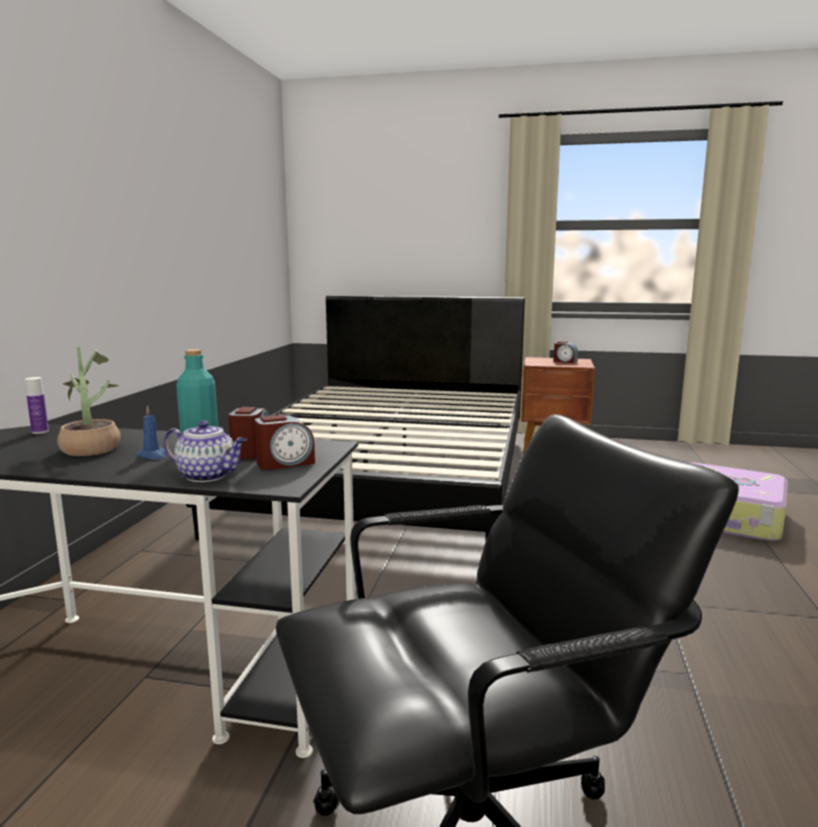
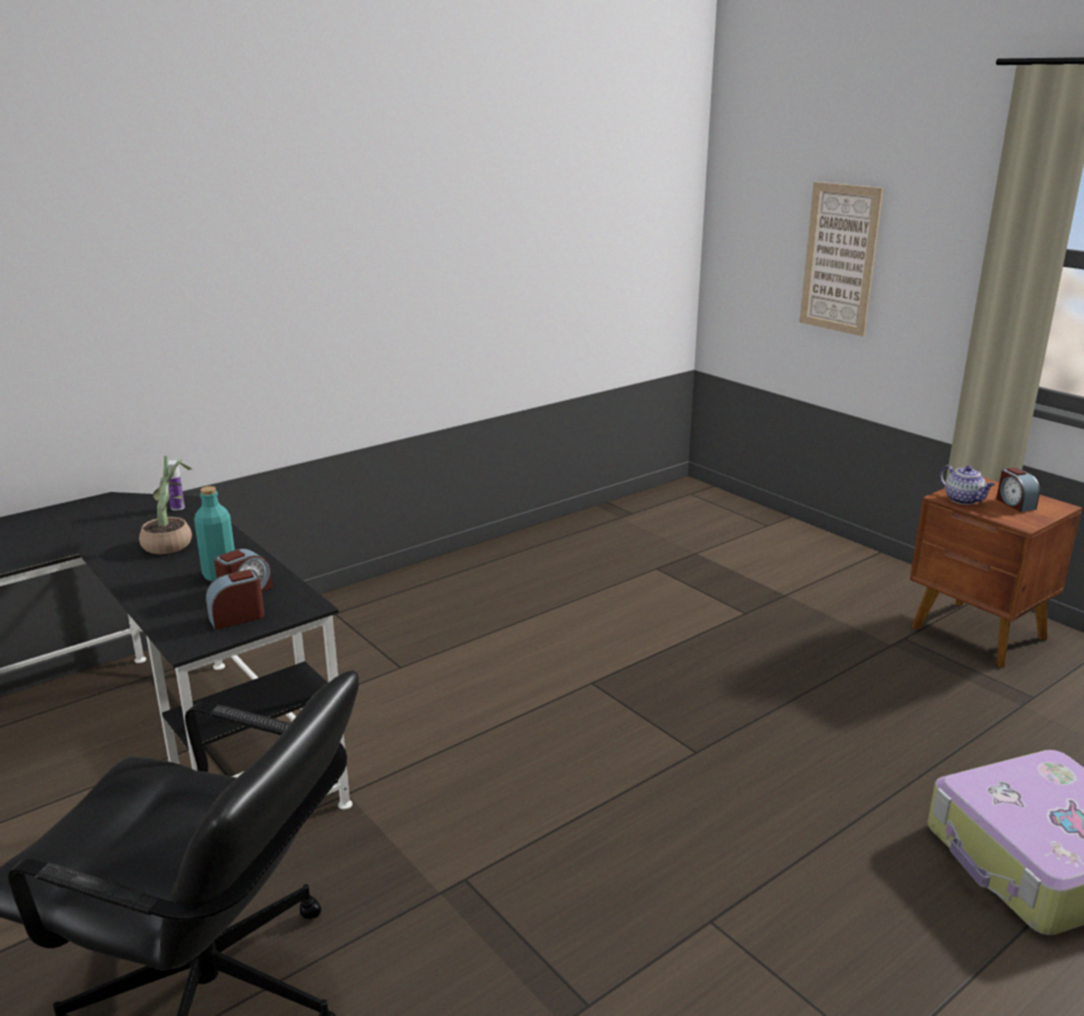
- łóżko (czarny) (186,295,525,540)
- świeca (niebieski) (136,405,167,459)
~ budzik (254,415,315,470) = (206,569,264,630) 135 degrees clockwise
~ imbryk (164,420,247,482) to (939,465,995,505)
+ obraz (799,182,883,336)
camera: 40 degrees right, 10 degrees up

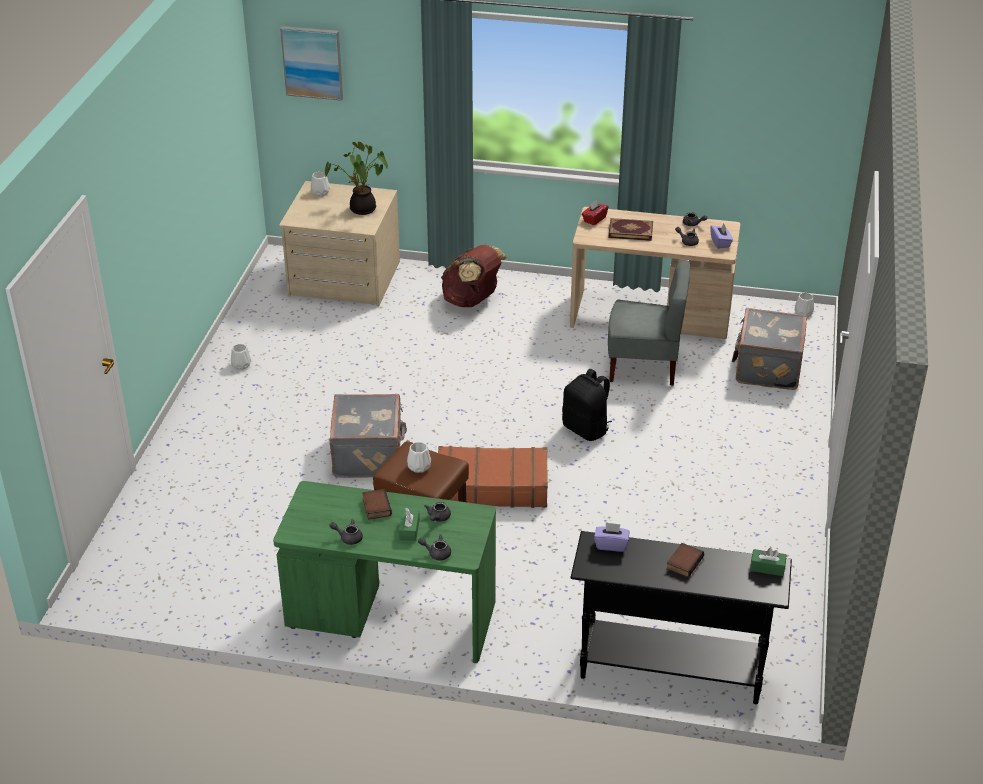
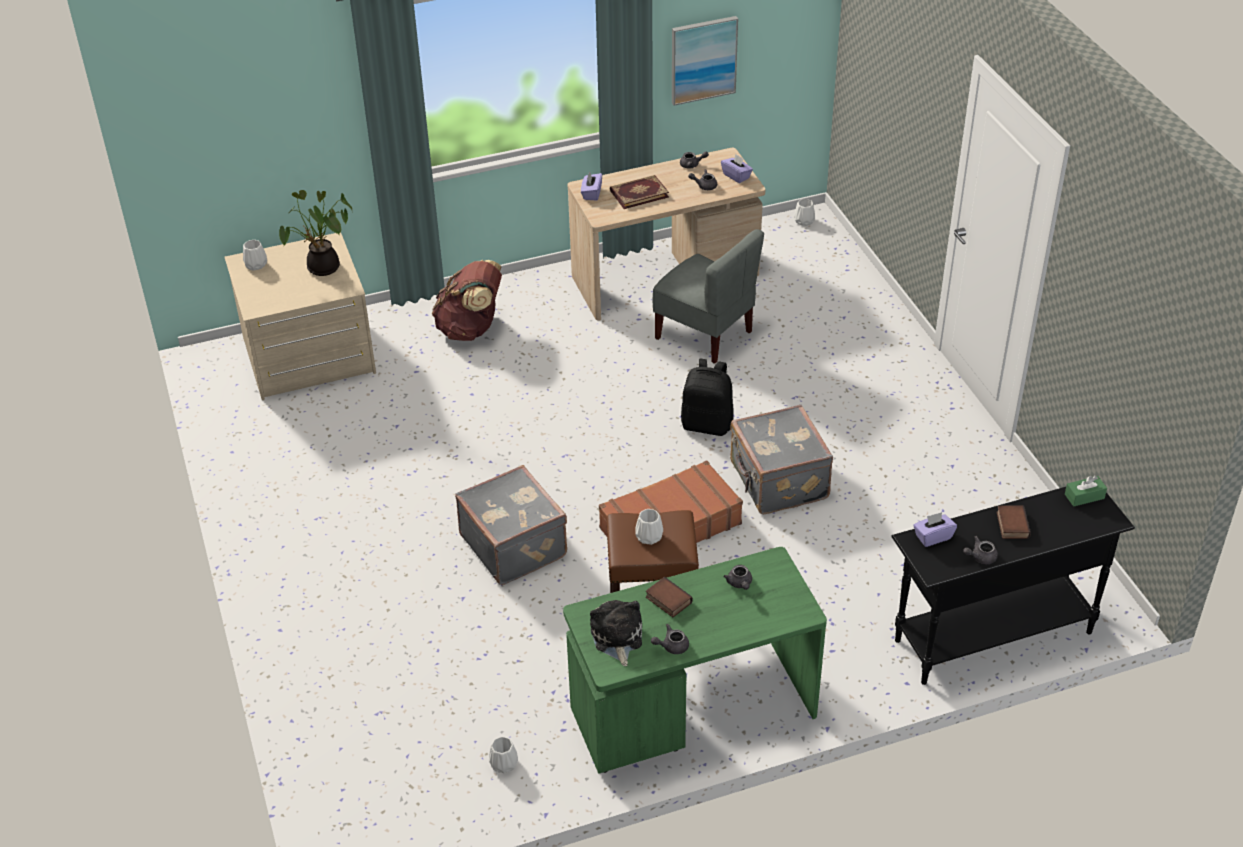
~ obraz (280,26,343,101) to (672,16,738,106)
~ pudełko chusteczek (czerwony) (582,200,609,225) to pudełko chusteczek (fioletowy) (581,171,602,201)
~ krzesło (szary) (608,260,690,386) = (653,229,764,364) 60 degrees clockwise
~ walizka (szary) (732,308,807,390) to (730,405,833,514)
~ wazon (biały) (231,344,251,370) to (489,737,518,774)
- pudełko chusteczek (zielony) (399,508,420,541)
~ imbryk (szary) (418,534,451,560) to (963,536,998,564)
+ pluszak (590,600,642,666)
camera: 30 degrees left, 5 degrees up

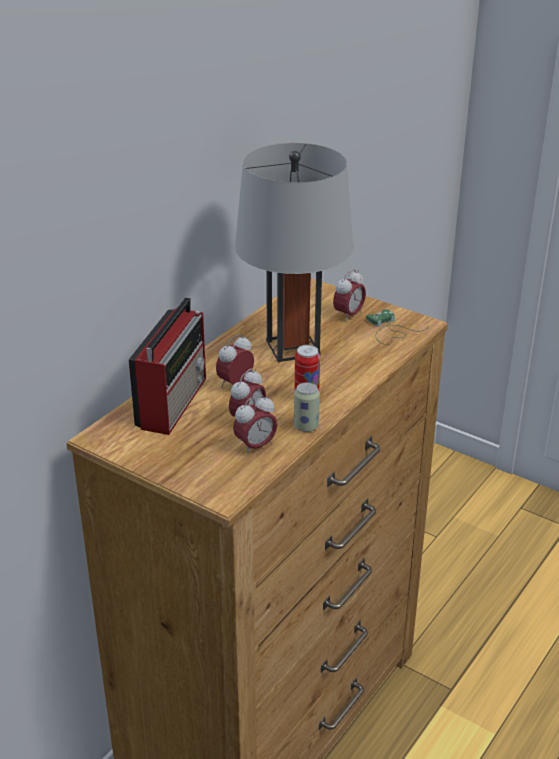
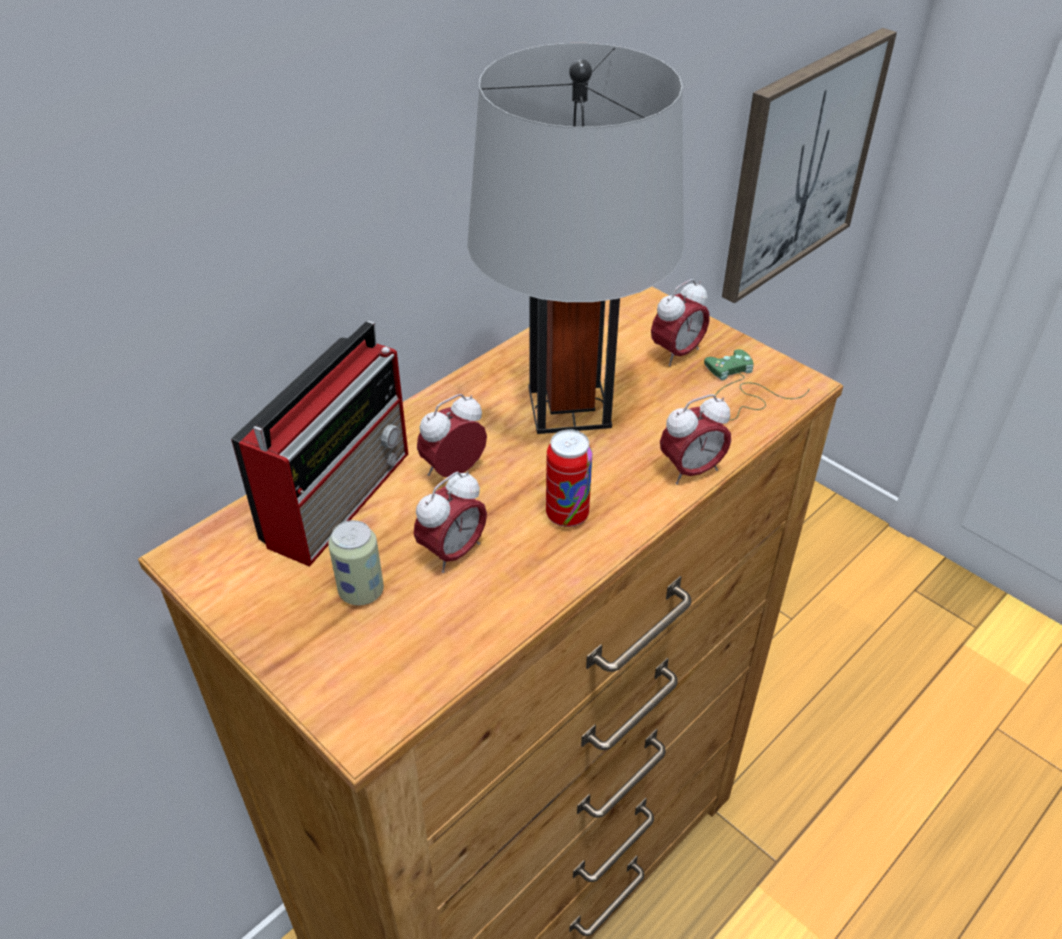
~ puszka (294,382,320,432) to (328,520,384,606)
~ budzik (233,395,278,455) to (660,394,731,485)
+ obraz (722,28,897,303)
camera: 10 degrees right, 10 degrees up

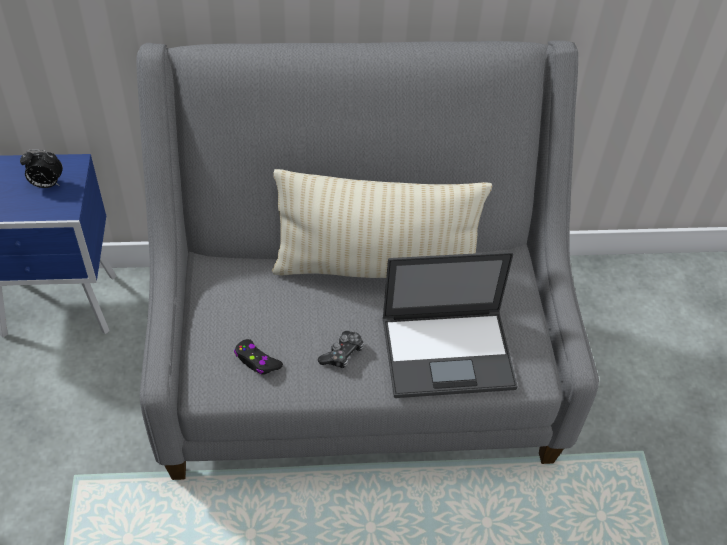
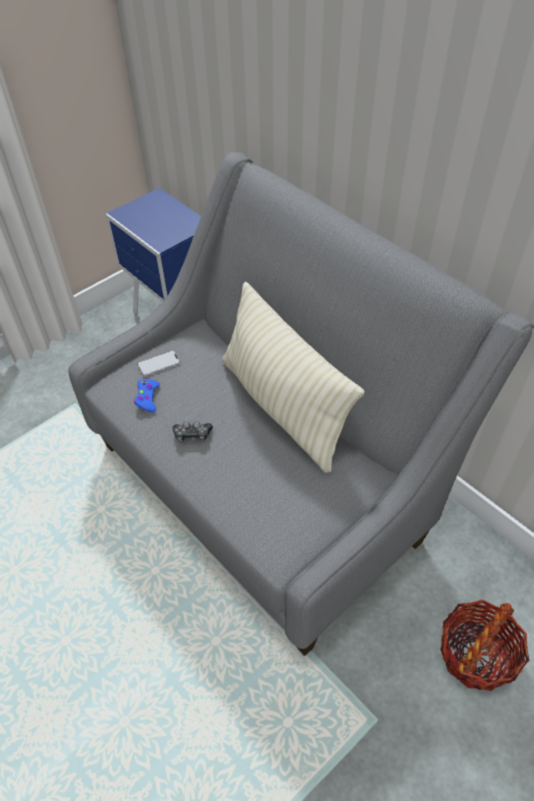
- budzik (20,150,63,188)
- laptop (382,251,518,398)
~ pad do gier (czarny) (234,339,283,375) to pad do gier (niebieski) (134,379,160,413)
+ telefon (137,351,180,377)
+ koszyk (440,600,529,691)
camera: 55 degrees right, 0 degrees up

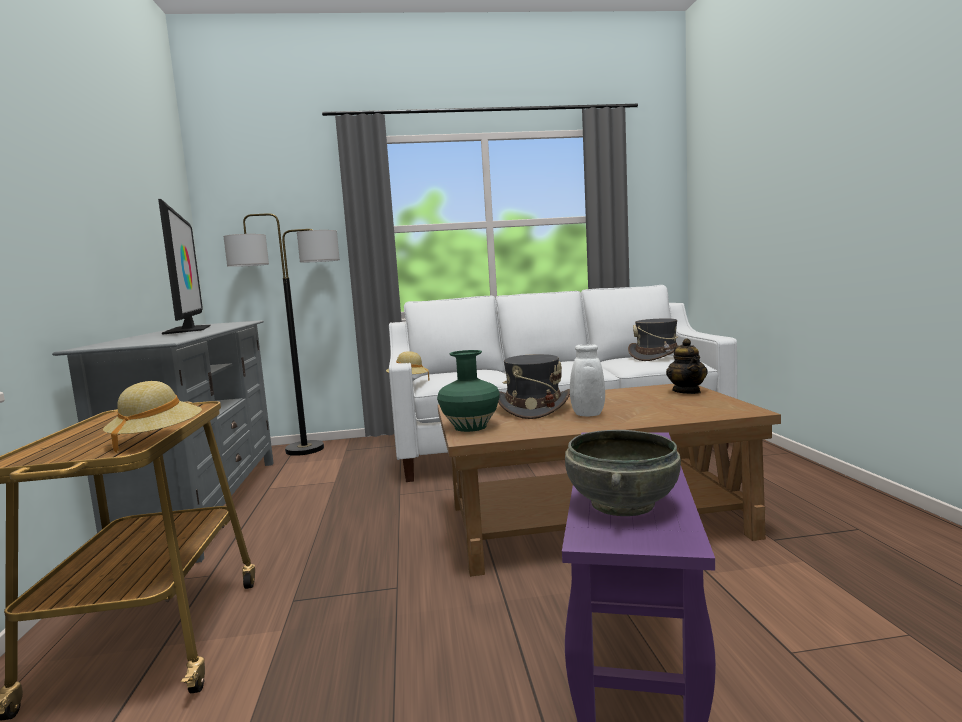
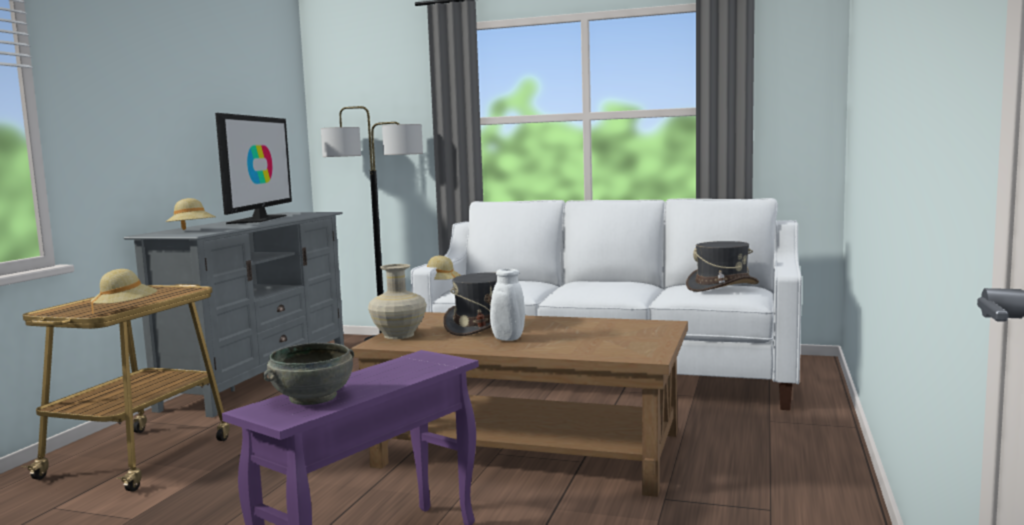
- imbryk (666,338,708,394)
~ wazon (zielony) (437,350,500,432) to wazon (beżowy) (368,264,427,339)
+ kapelusz (beżowy) (165,198,215,230)
camera: 25 degrees right, 0 degrees up

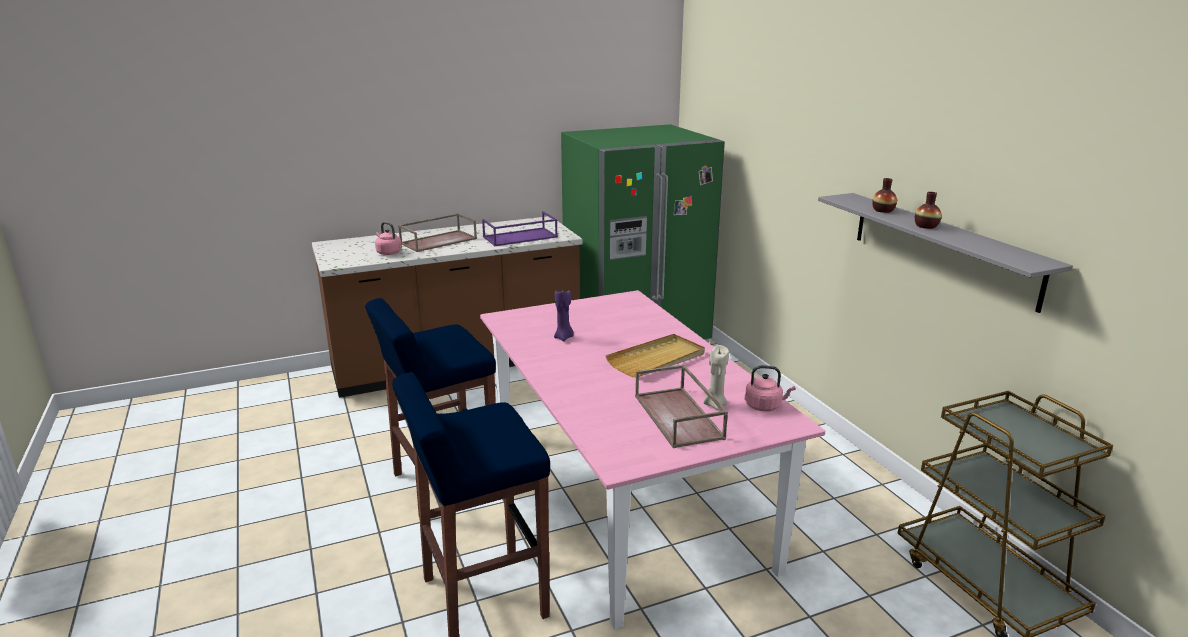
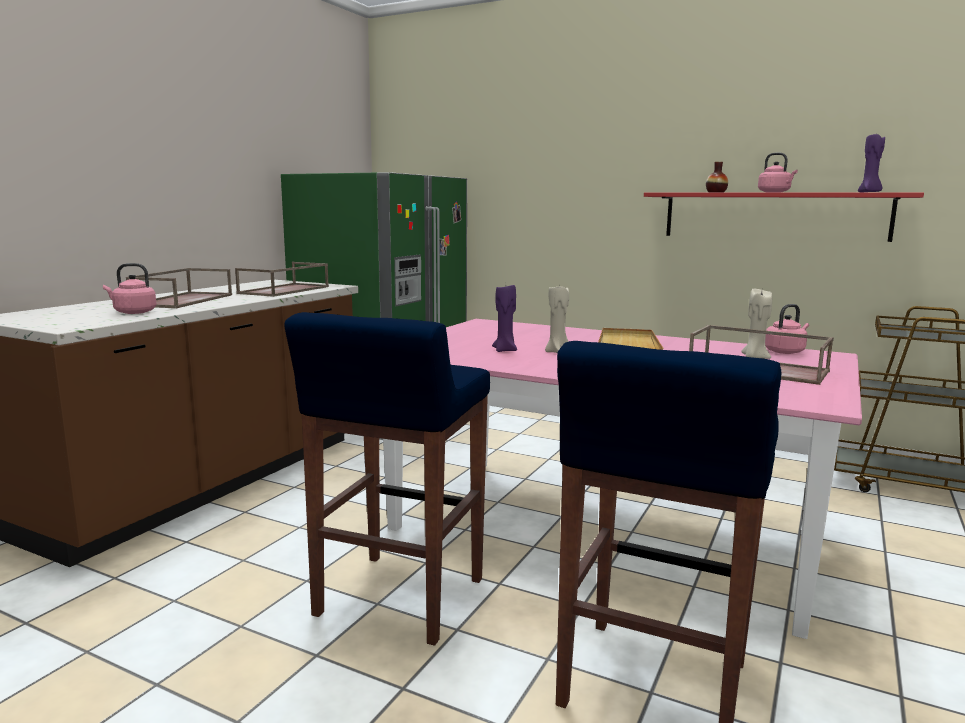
~ wazon (915,192,942,229) to czajnik (różowy) (758,153,798,193)
~ półka (szary) (818,193,1073,313) to półka (czerwony) (644,192,924,242)
~ taca (fioletowy) (482,211,558,246) to taca (brązowy) (235,262,329,297)
+ świeca (fioletowy) (858,134,885,192)
+ świeca (beżowy) (545,286,569,353)
camera: 40 degrees left, 10 degrees down

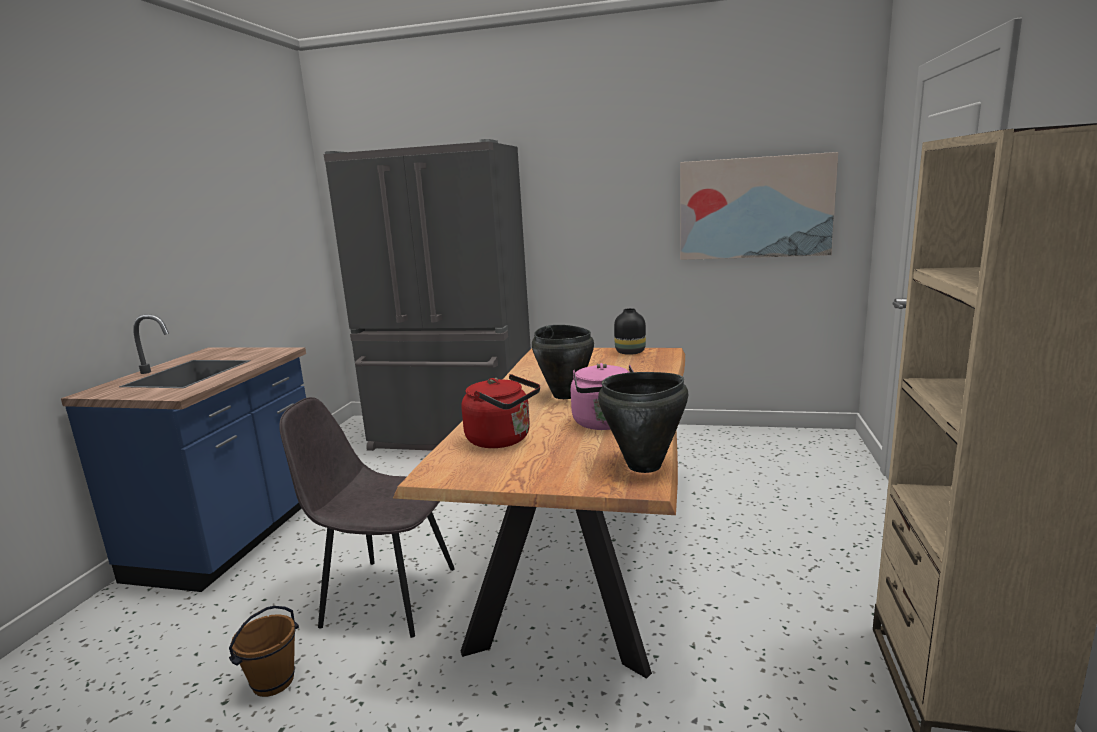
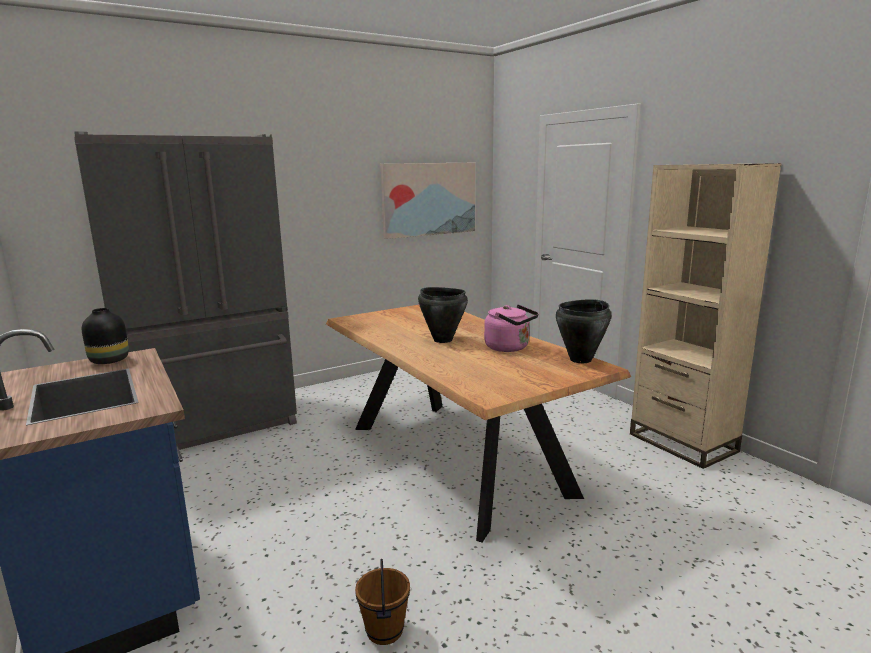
~ wazon (czarny) (614,308,646,355) to (82,308,129,364)
- czajnik (czerwony) (462,374,540,448)
- krzesło (szary) (279,397,455,638)
camera: 45 degrees left, 0 degrees up

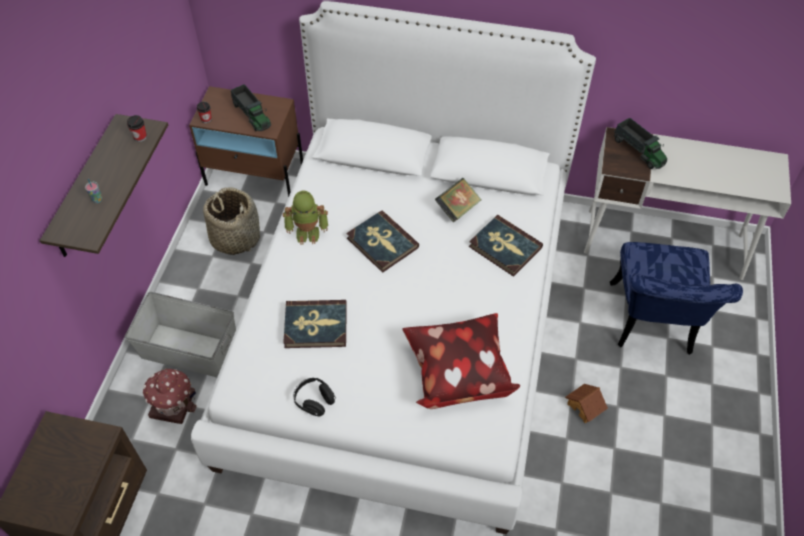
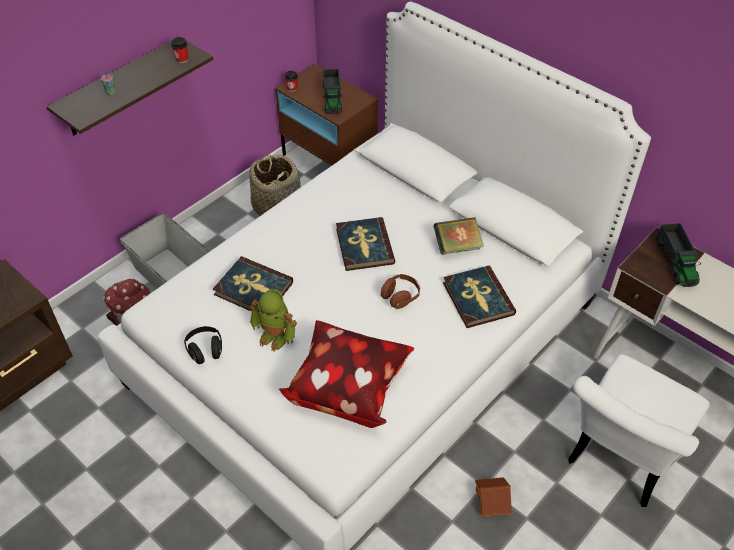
~ robot zabawkowy (283,191,328,245) to (250,289,297,351)
~ krzesło (niebieski) (610,242,743,355) to krzesło (biały) (568,354,710,507)
+ słuchawki (brązowy) (381,274,420,309)
camera: 30 degrees right, 5 degrees down

